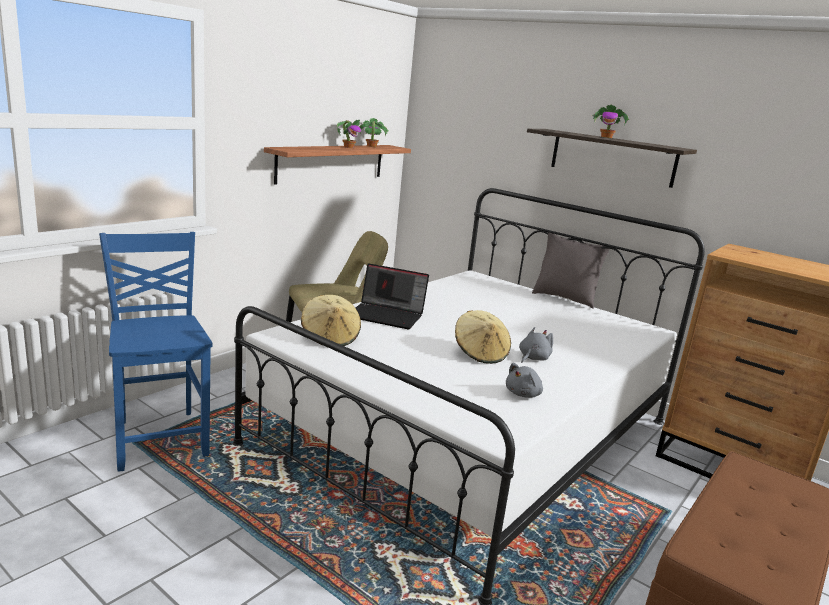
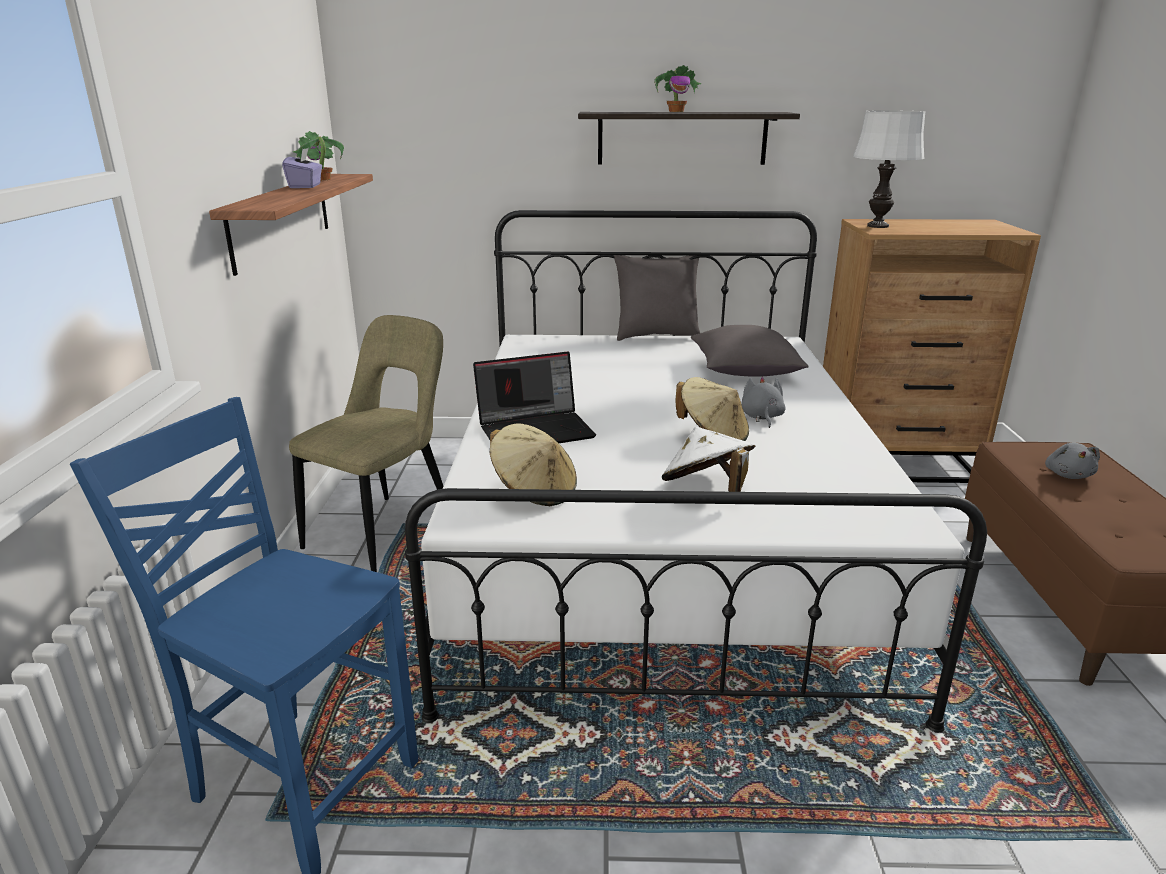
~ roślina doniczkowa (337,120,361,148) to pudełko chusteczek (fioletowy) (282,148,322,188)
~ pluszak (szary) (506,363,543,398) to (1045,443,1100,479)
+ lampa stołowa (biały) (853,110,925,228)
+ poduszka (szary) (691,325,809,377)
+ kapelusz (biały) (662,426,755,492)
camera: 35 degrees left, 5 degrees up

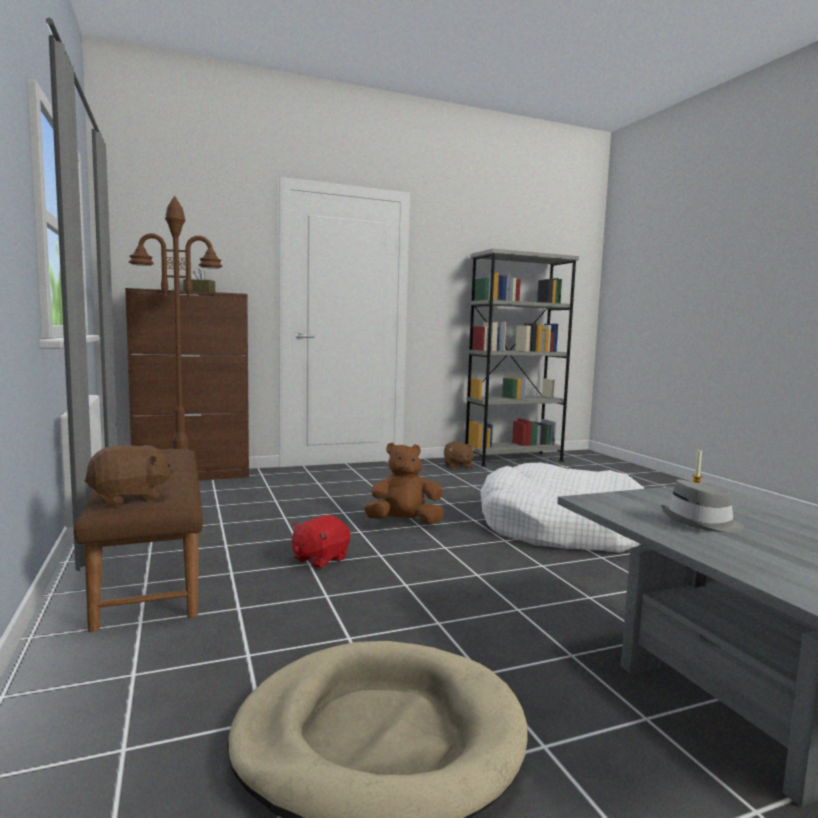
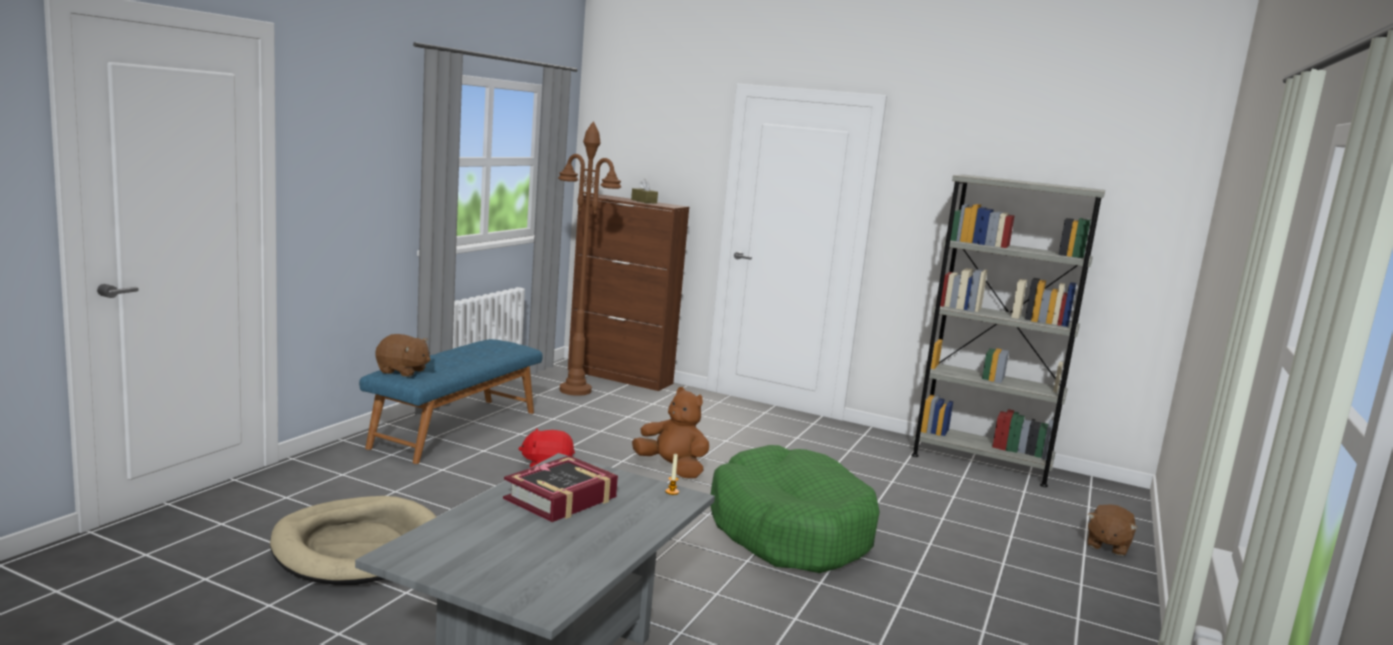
~ pluszak (brązowy) (444,441,476,469) to (1087,504,1137,556)
~ ławka (brązowy) (74,449,203,632) to ławka (niebieski) (359,339,543,464)
~ legowisko (biały) (480,463,644,553) to legowisko (zielony) (711,445,880,573)
~ kapelusz (szary) (661,479,744,532) to książka (503,455,618,522)
camera: 45 degrees right, 5 degrees up

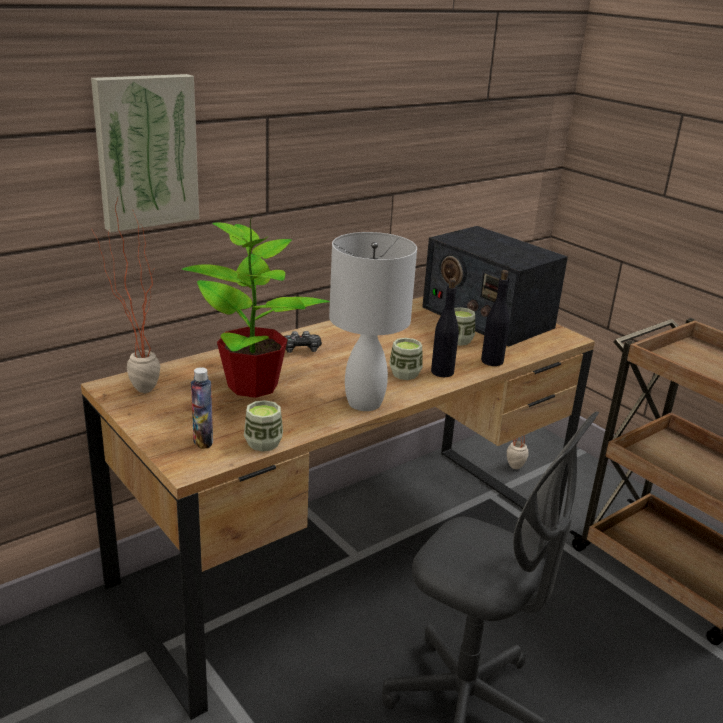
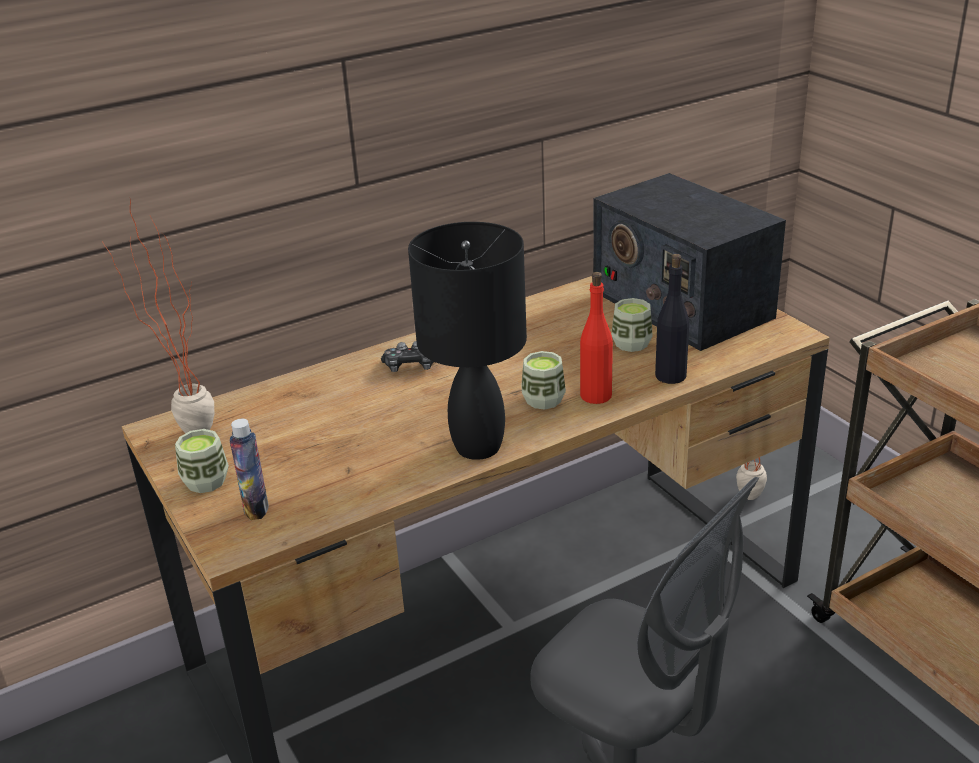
- obraz (91,74,199,233)
- roślina doniczkowa (182,214,330,398)
~ lampa stołowa (biały) (329,232,417,411) to lampa stołowa (czarny) (408,222,527,460)
~ butelka (czarny) (431,278,459,377) to butelka (czerwony) (580,272,613,404)
~ filiżanka (244,400,283,452) to (175,429,229,493)
camera: 10 degrees right, 5 degrees up

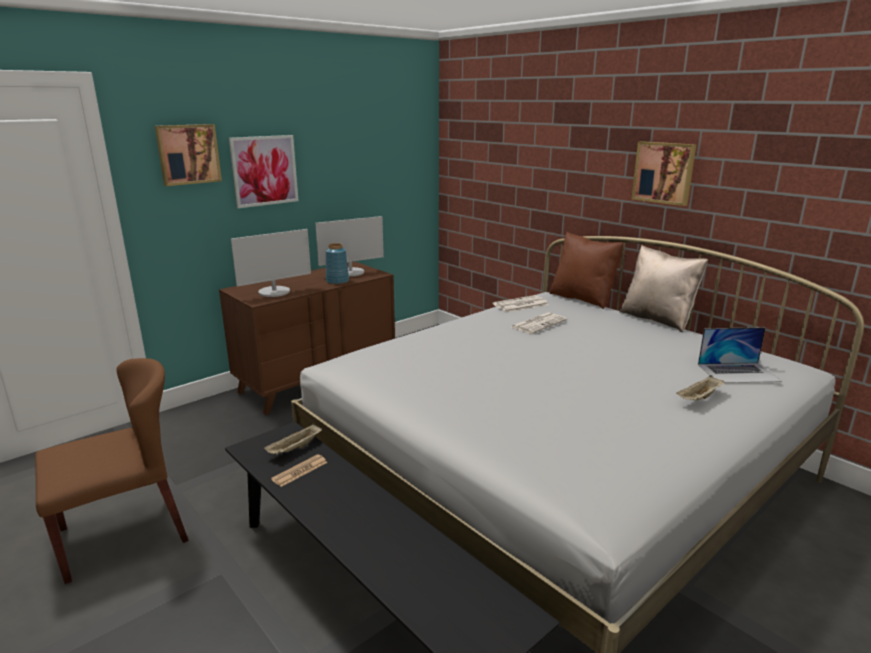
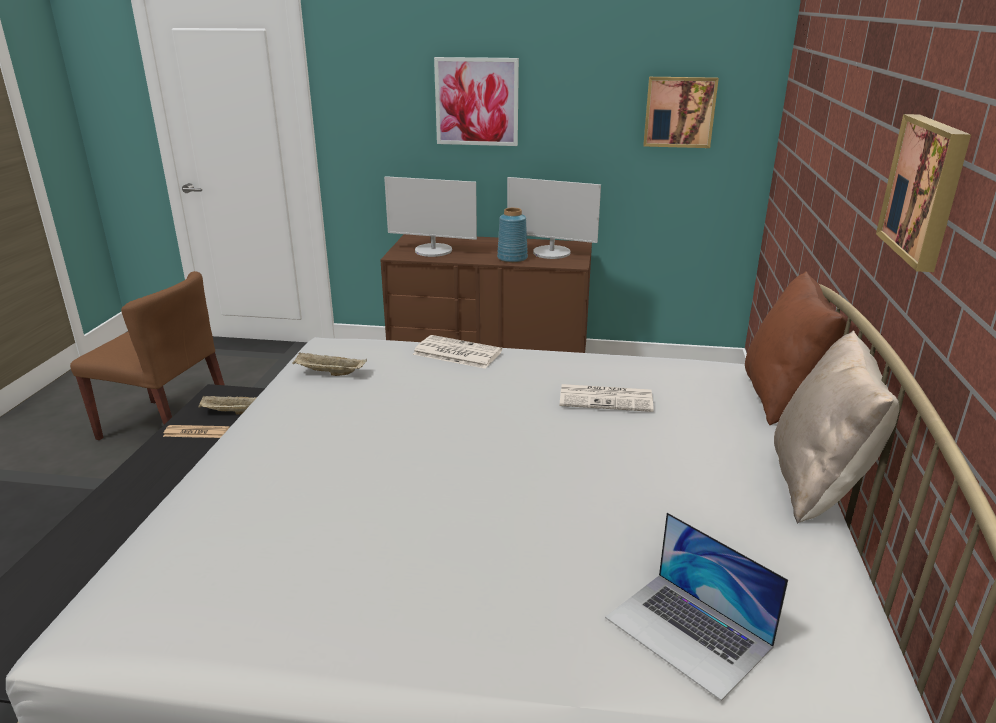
~ obraz (155,124,222,186) to (643,77,719,148)
~ gazeta (493,295,549,313) to (412,335,503,369)
~ taca (beżowy) (676,375,725,401) to (292,352,367,376)
camera: 50 degrees right, 5 degrees up

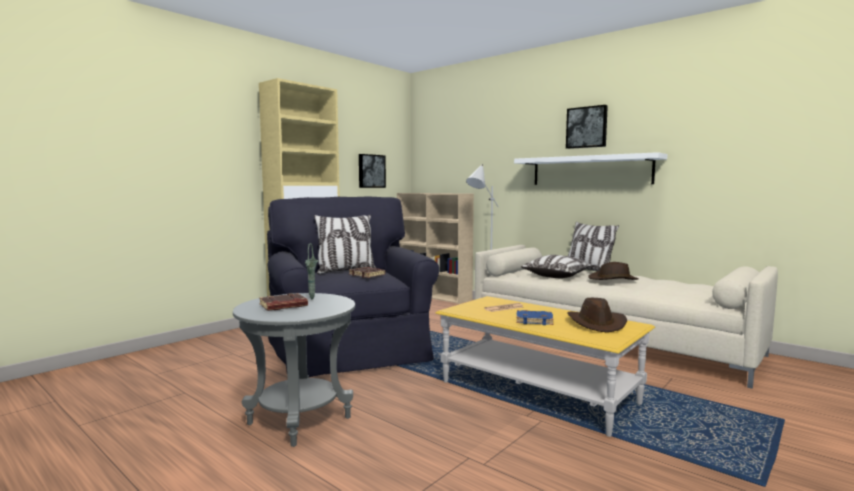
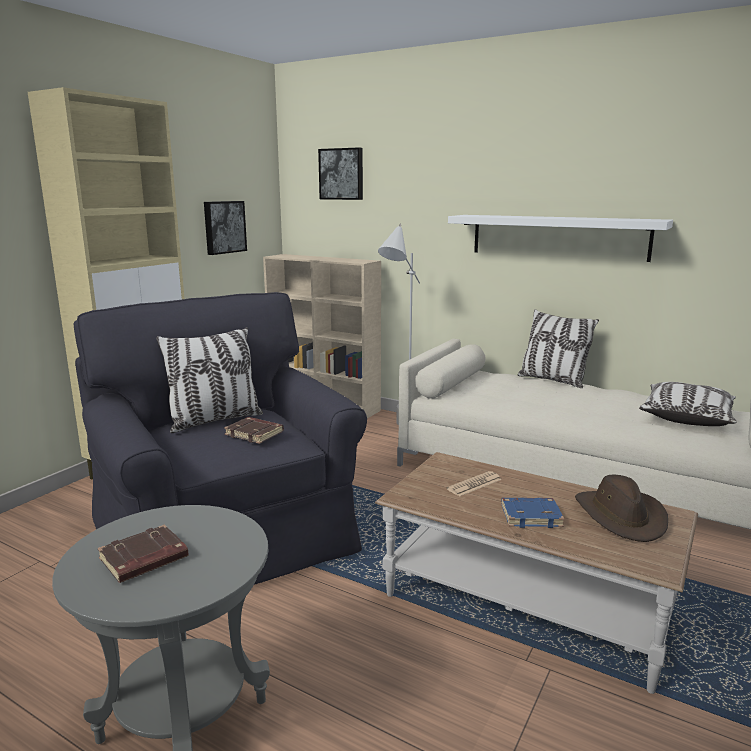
~ obraz (566,105,608,149) to (318,147,363,200)
- wazon (zielony) (305,243,318,299)
~ poduszka (521,255,592,278) to (639,382,737,426)
- kapelusz (brązowy) (588,262,639,280)
~ ława (żółty) (436,296,655,437) to ława (brązowy) (375,452,698,694)
camera: 10 degrees left, 10 degrees up

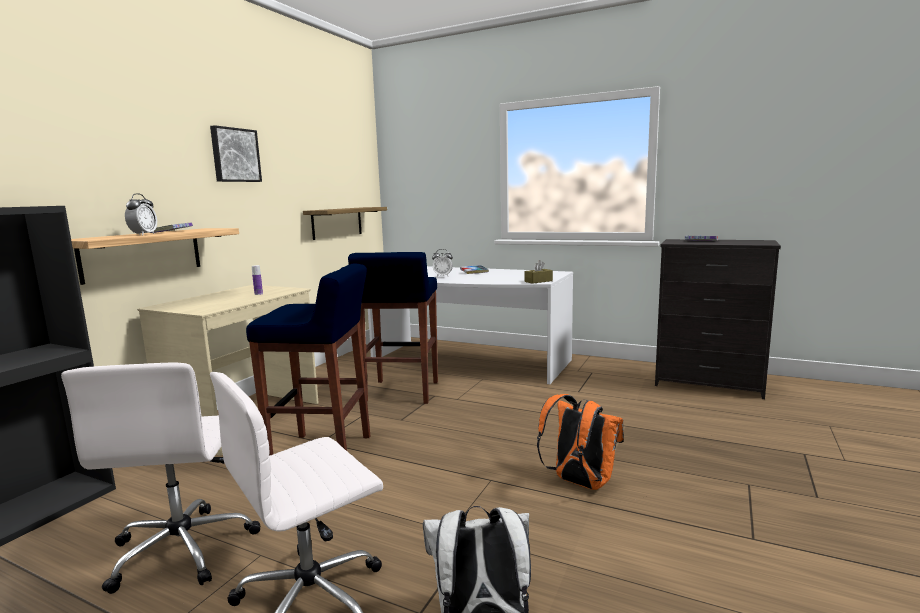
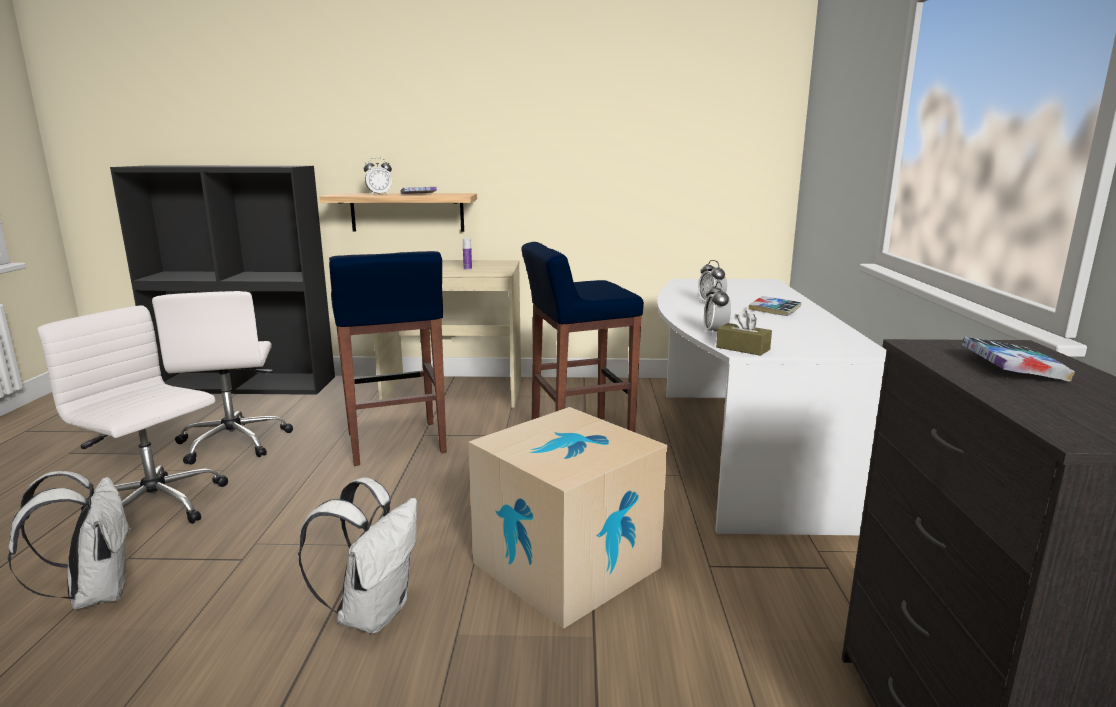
- obraz (210,125,262,182)
- półka (303,207,387,240)
~ krzesło biurowe (biały) (61,362,261,594) = (152,291,293,465) 75 degrees counterclockwise
~ plecak (pomarańczowy) (537,394,624,490) to plecak (biały) (298,477,417,634)
+ budzik (704,282,731,336)
+ karton (468,407,667,629)
camera: 65 degrees right, 5 degrees up

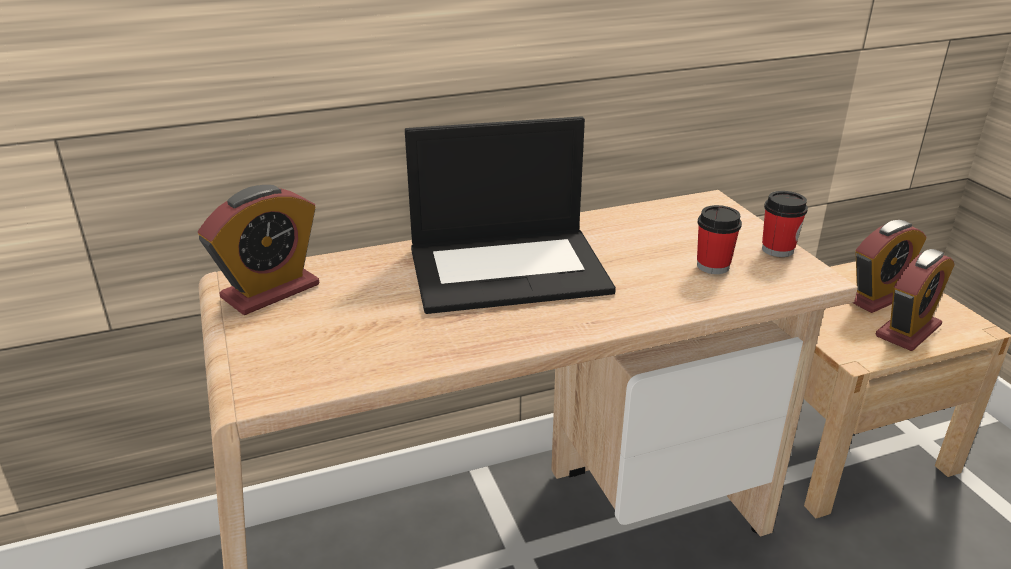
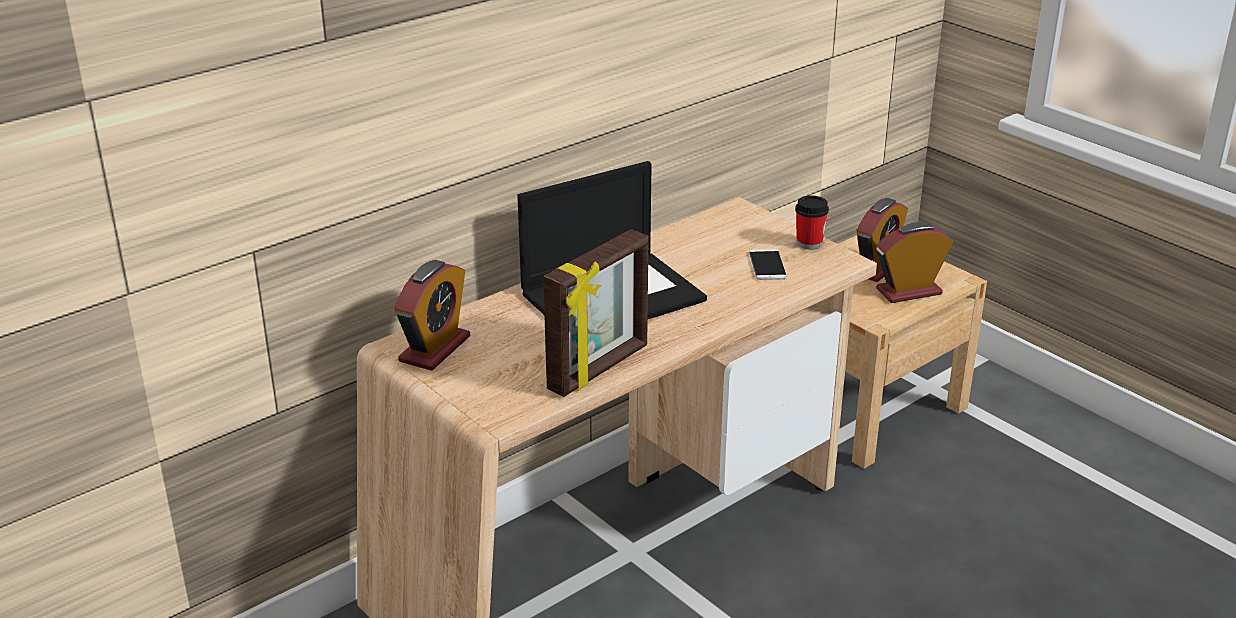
~ filiżanka (697,205,742,274) to telefon (749,249,787,280)
~ budzik (876,249,954,351) = (876,222,953,303) 135 degrees counterclockwise
+ ramka na zdjęcie (543,229,649,397)
camera: 20 degrees left, 0 degrees up

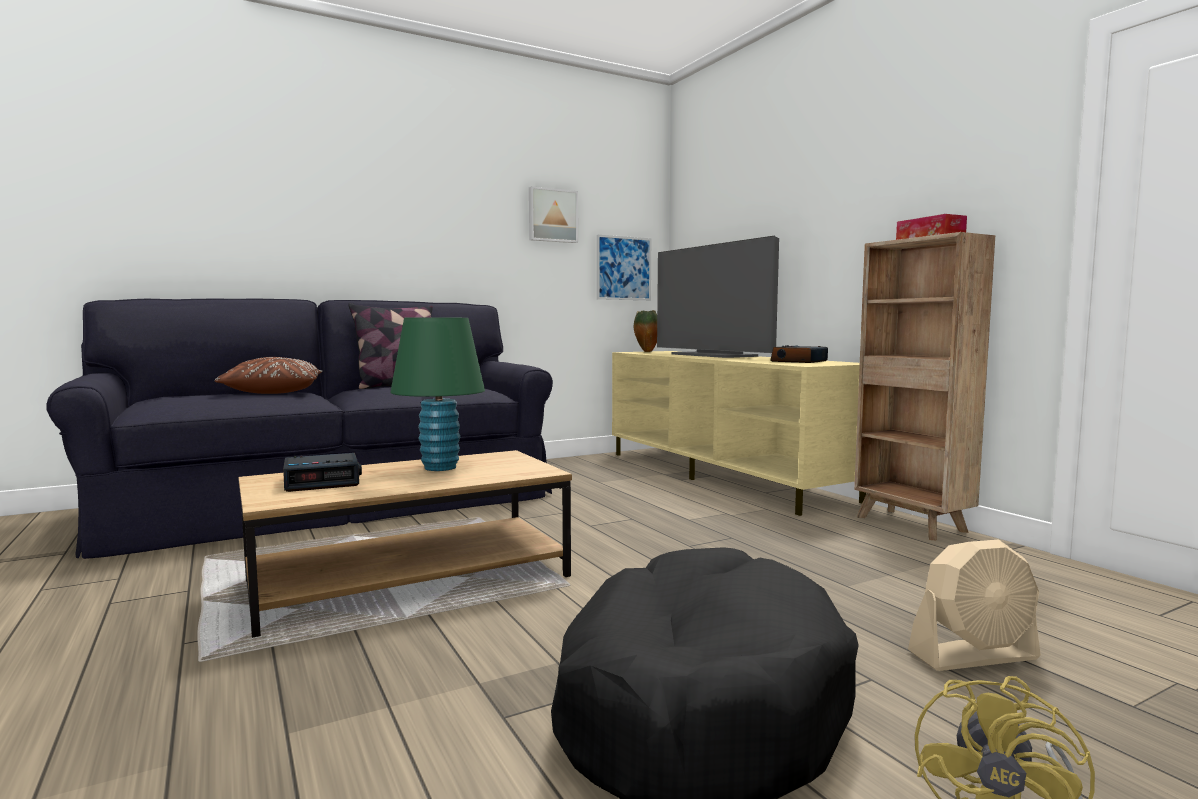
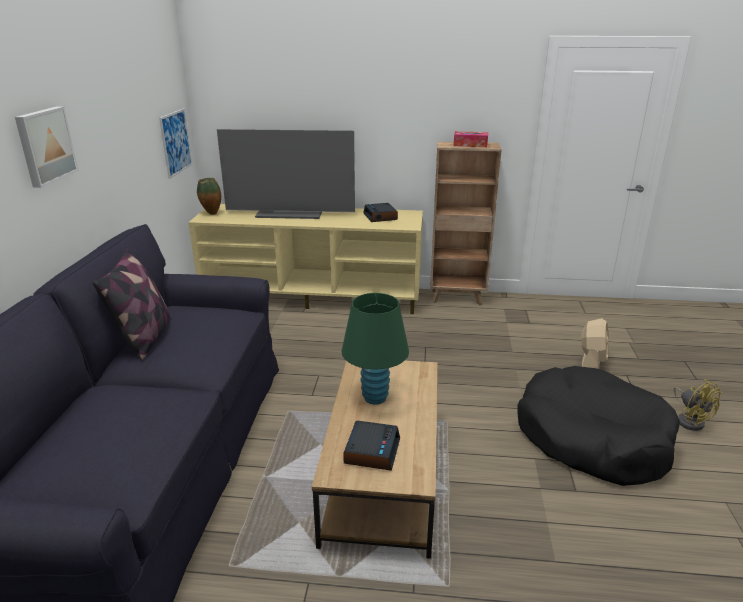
~ obraz (529,186,578,243) to (15,106,78,188)
- poduszka (brązowy) (214,357,323,394)
camera: 55 degrees left, 20 degrees up

